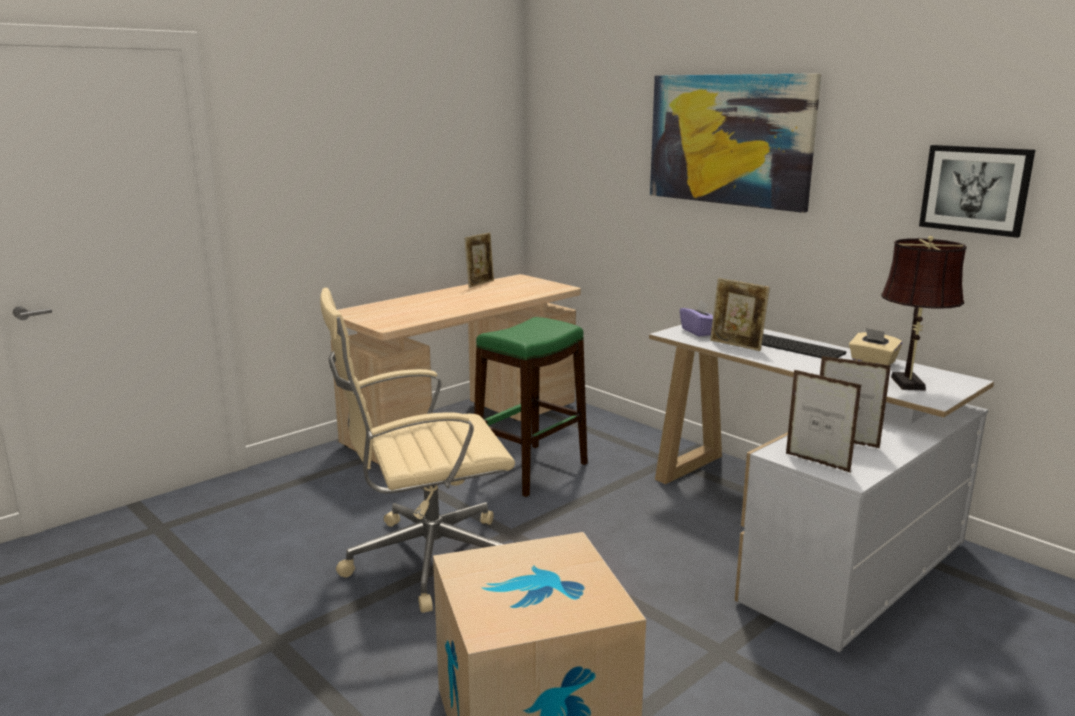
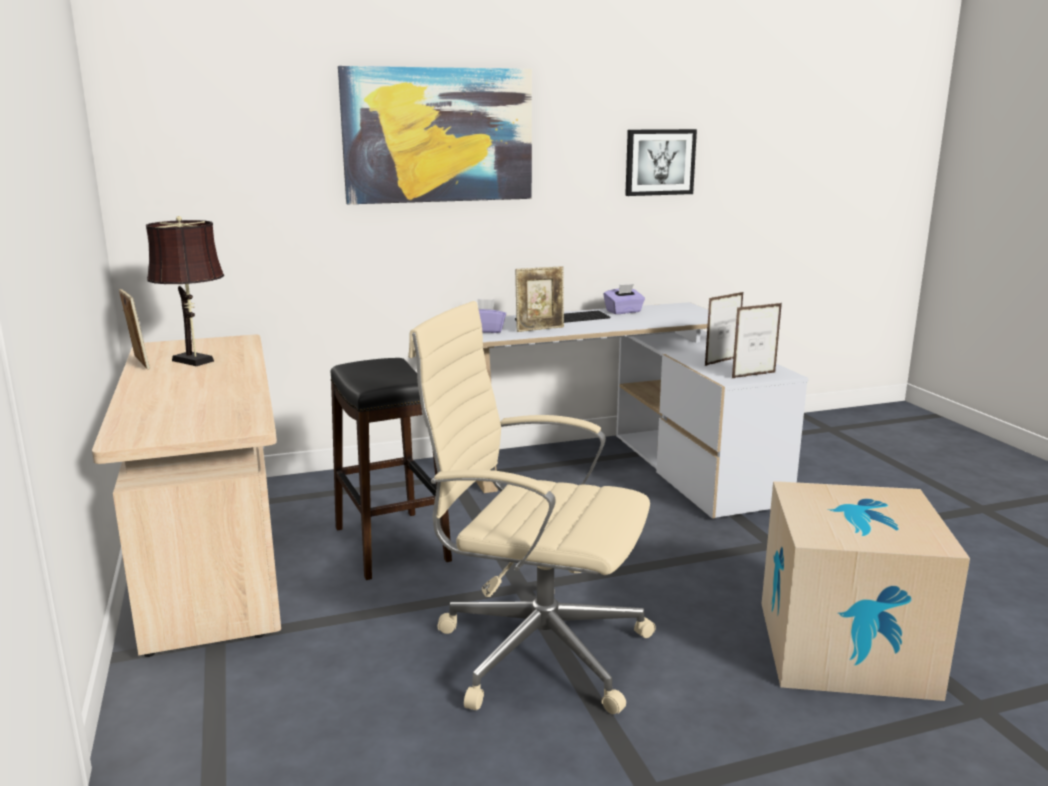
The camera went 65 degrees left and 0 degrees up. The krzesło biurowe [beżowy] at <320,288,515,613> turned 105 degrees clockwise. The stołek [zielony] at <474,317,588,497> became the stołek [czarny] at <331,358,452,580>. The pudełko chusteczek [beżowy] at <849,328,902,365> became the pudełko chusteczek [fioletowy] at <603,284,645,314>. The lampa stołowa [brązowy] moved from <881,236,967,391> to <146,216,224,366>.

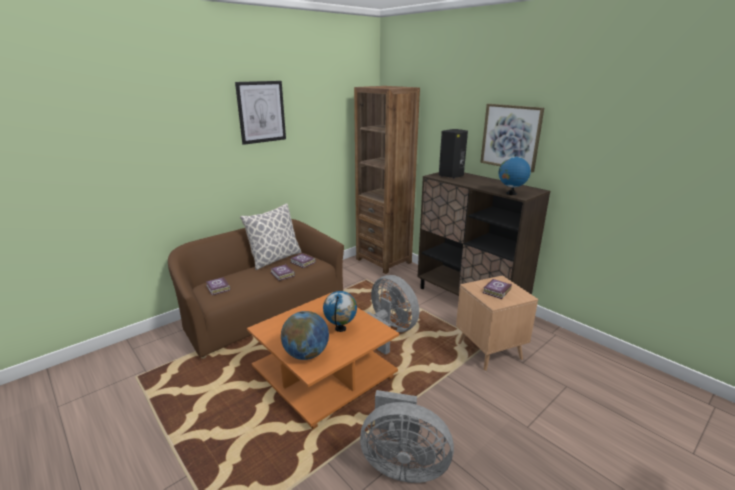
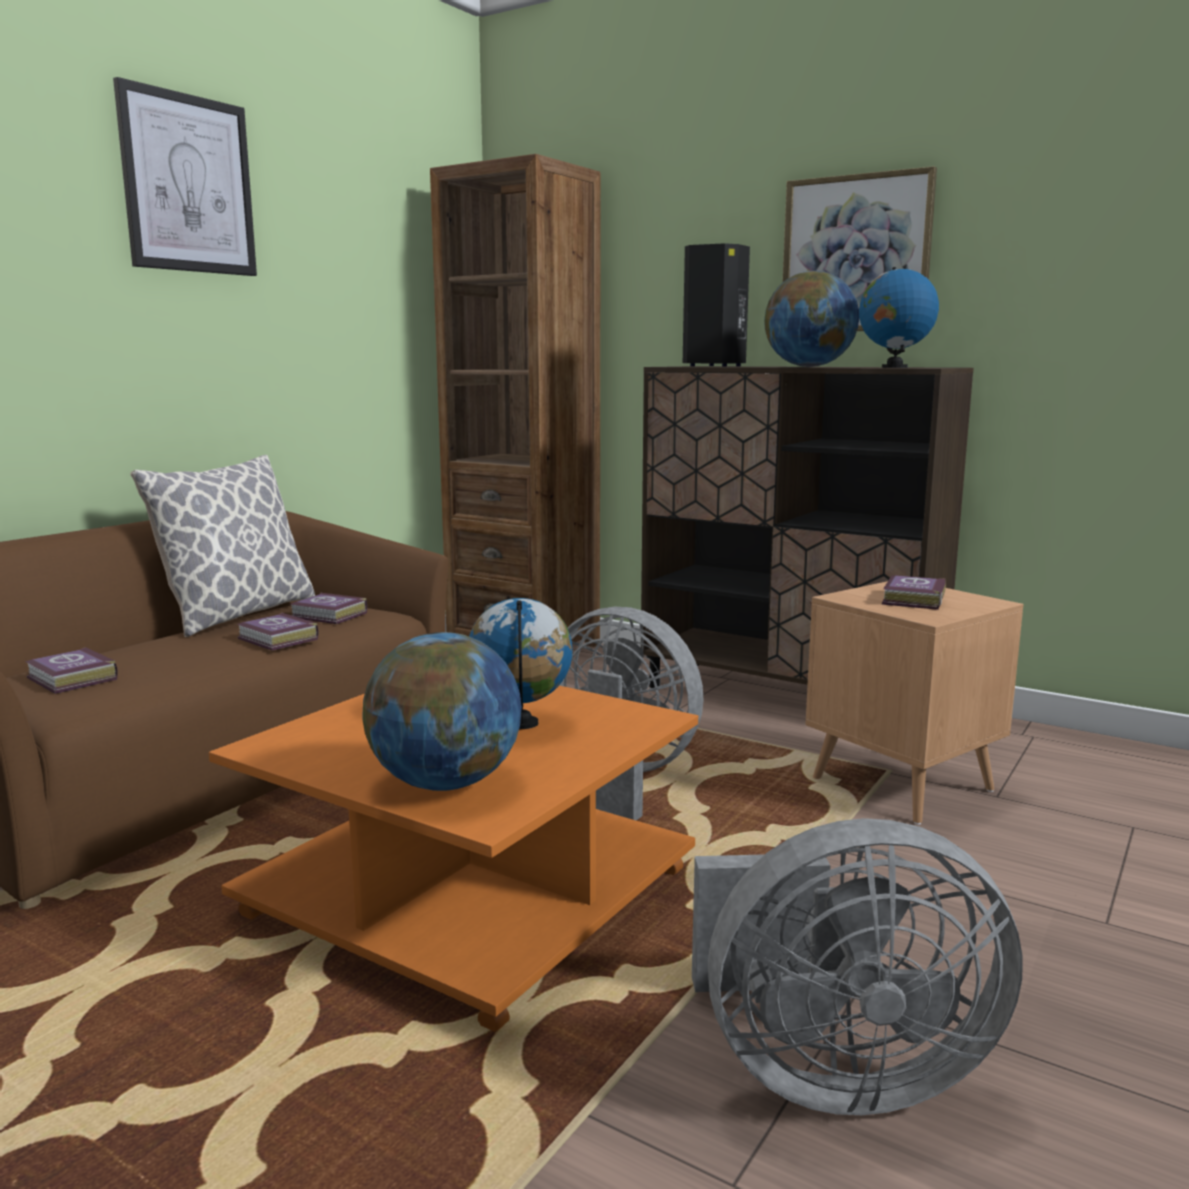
The camera went 15 degrees left and 10 degrees down. The globus at <764,271,859,367> appeared.

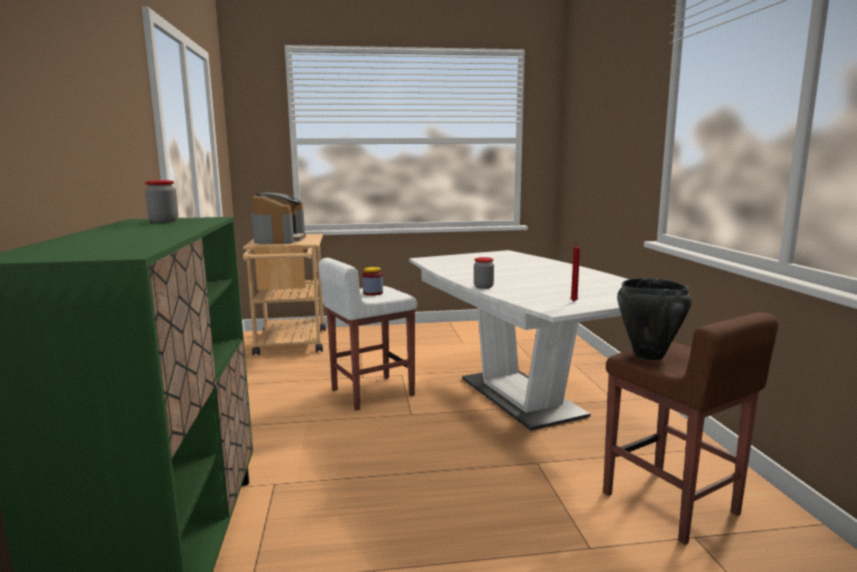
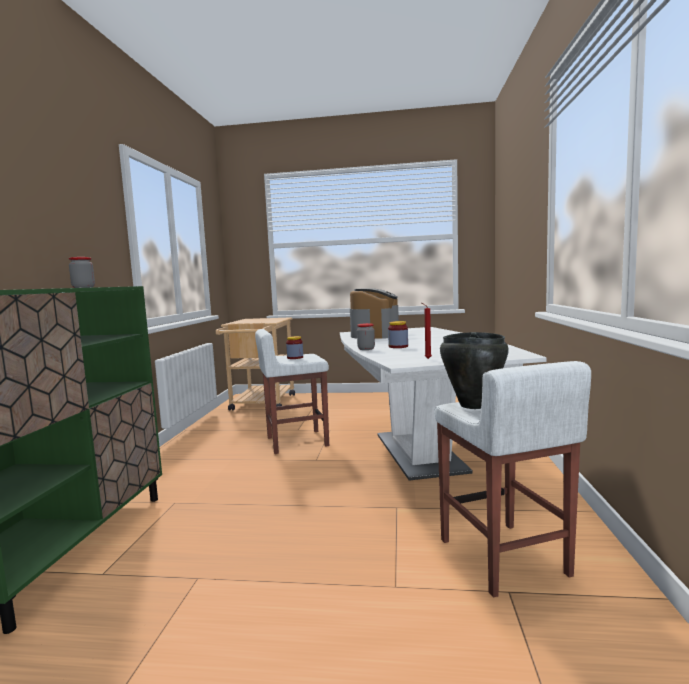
The camera went 15 degrees right and 5 degrees down. The ekspres do kawy moved from <251,193,306,244> to <350,288,399,339>. The stołek [brązowy] at <603,312,778,545> became the stołek [biały] at <434,361,591,598>. The słoik at <388,321,408,348> appeared.

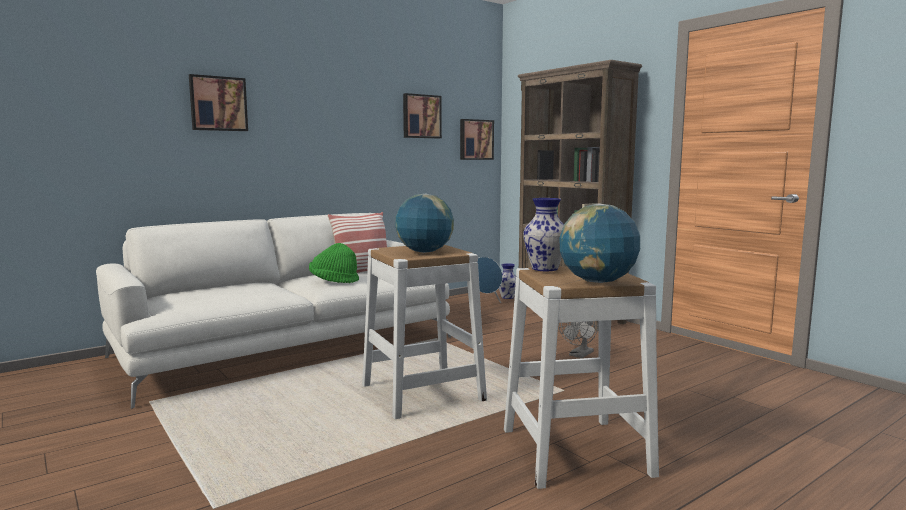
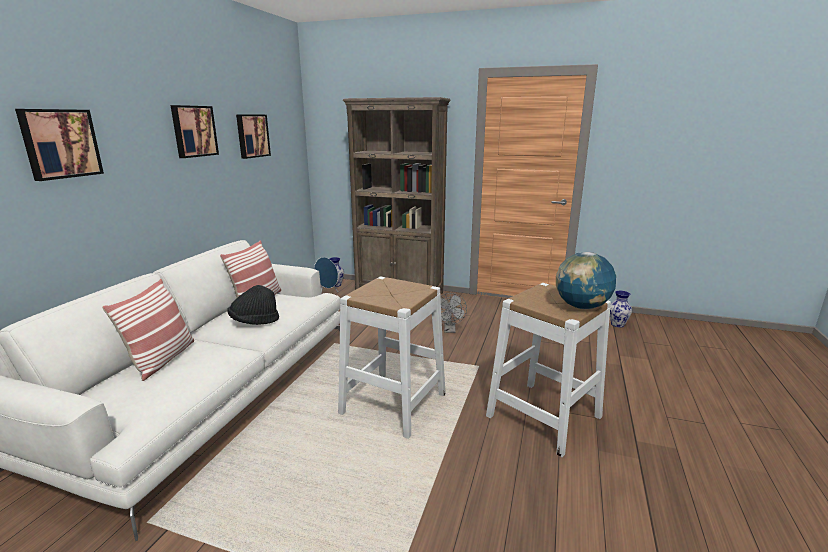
The camera went 35 degrees left and 10 degrees up. The kapelusz [zielony] at <309,243,359,283> became the kapelusz [czarny] at <227,285,279,325>. The globus at <395,193,454,253> disappeared. The obraz moved from <460,119,494,160> to <170,105,219,158>. The wazon moved from <523,198,564,271> to <610,291,632,328>. The poduszka at <102,279,194,381> appeared.

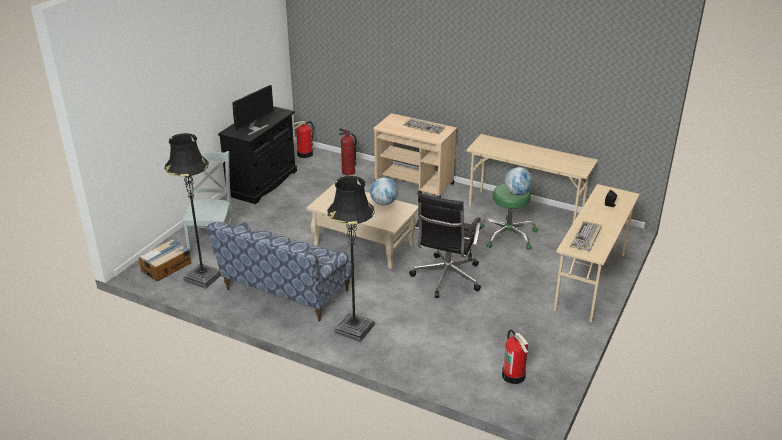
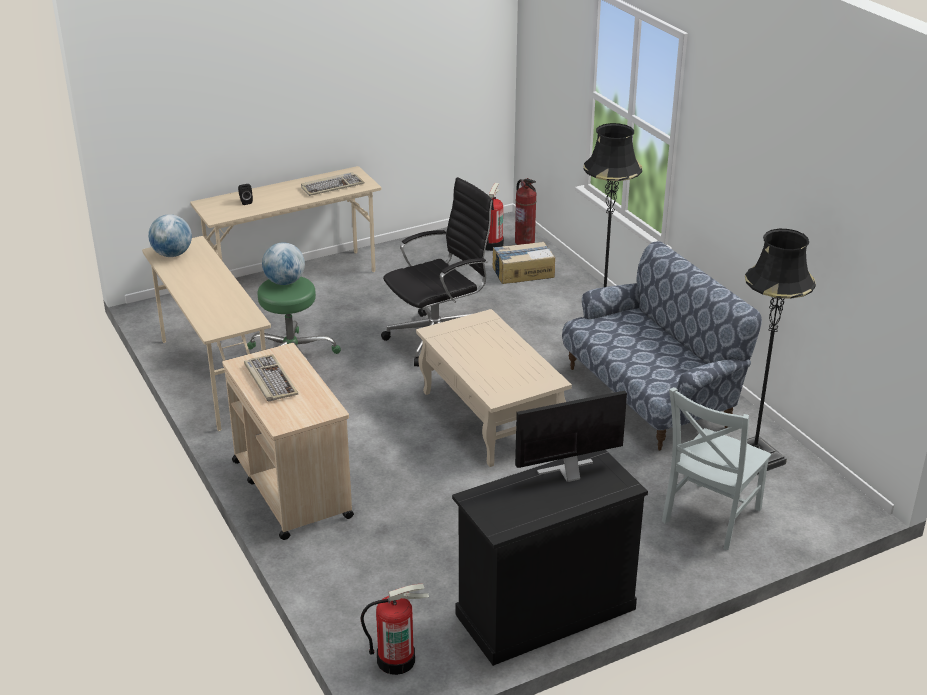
The camera went 145 degrees left and 0 degrees up. The karton moved from <139,239,191,281> to <493,242,555,284>. The gaśnica moved from <339,128,357,175> to <515,178,537,245>. The globus moved from <370,177,398,205> to <148,214,192,257>.

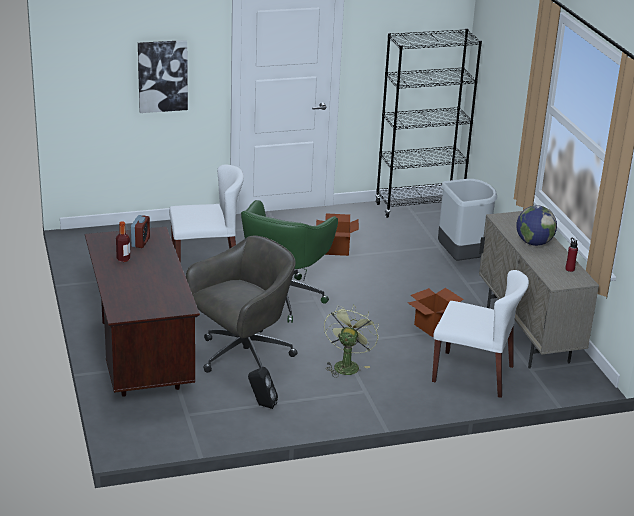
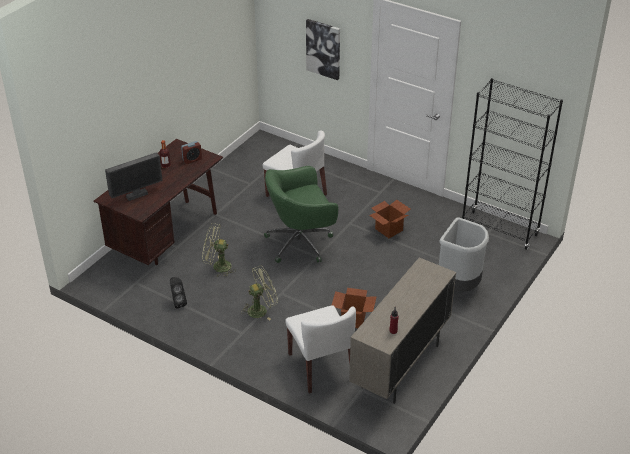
The camera went 50 degrees right and 10 degrees up. The krzesło biurowe [szary] at <186,236,297,373> was replaced by the wentylator [zielony] at <202,223,236,277>. The globus at <516,205,557,246> disappeared. The monitor at <105,152,163,201> appeared.

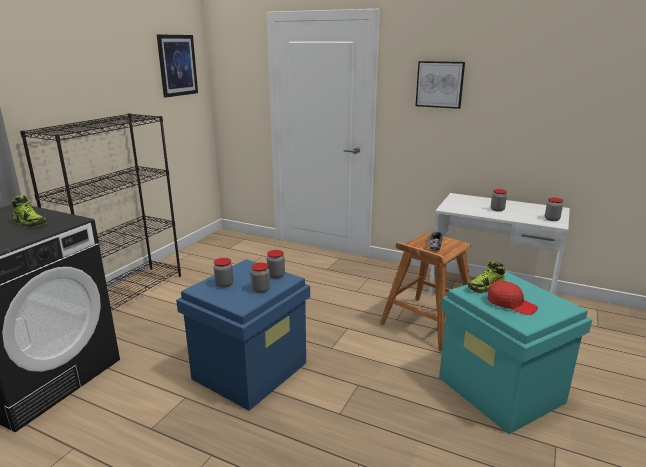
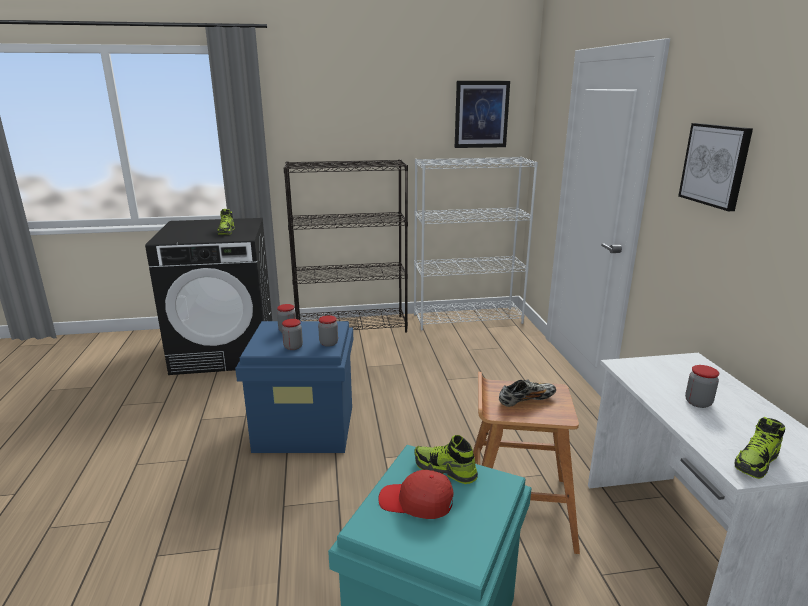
The camera went 55 degrees right and 0 degrees up. The czapka z daszkiem [czerwony] at <487,281,538,315> turned 105 degrees clockwise. The słoik at <545,197,563,221> was replaced by the but at <735,417,785,479>. The regał [biały] at <414,157,538,330> appeared.

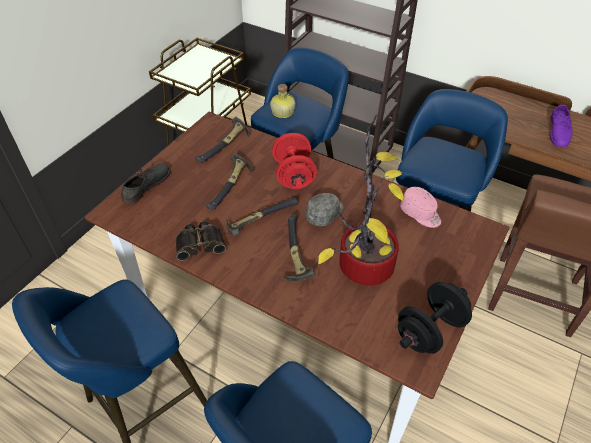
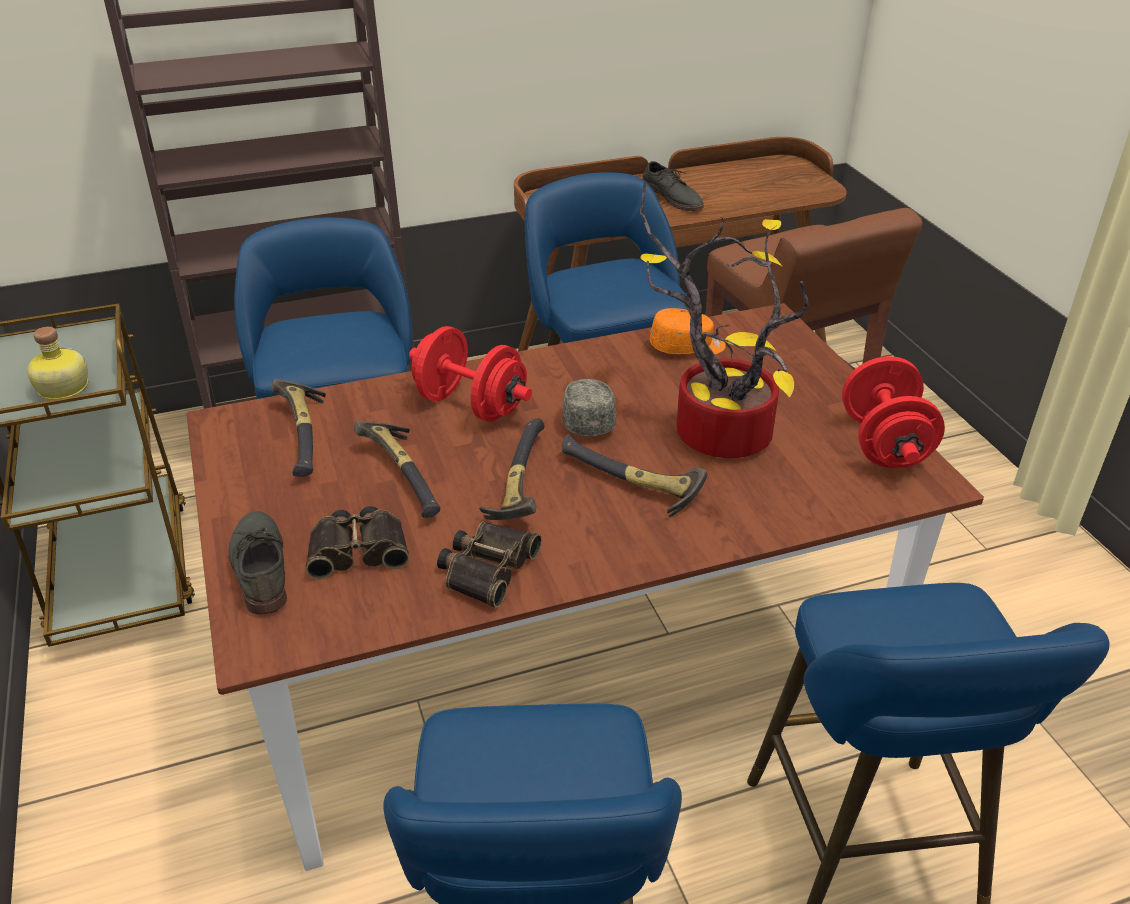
The camera went 50 degrees left and 10 degrees down. The butelka moved from <270,84,295,118> to <27,327,88,400>. The hantel [czarny] at <398,282,472,354> became the hantel [czerwony] at <842,356,945,468>. The czapka z daszkiem [różowy] at <400,187,441,228> became the czapka z daszkiem [pomarańczowy] at <650,308,726,354>. The but [fioletowy] at <550,105,573,148> became the but [szary] at <643,161,704,211>. The lornetka at <306,506,409,579> appeared.

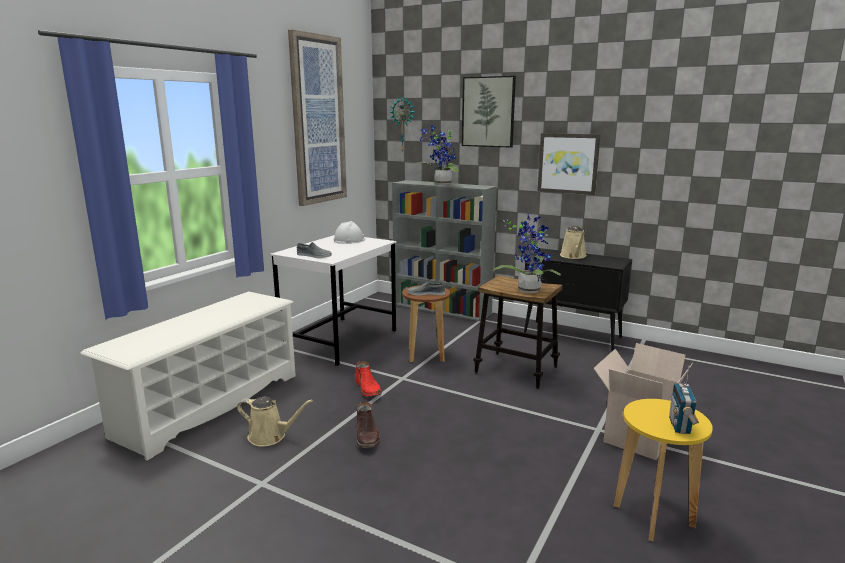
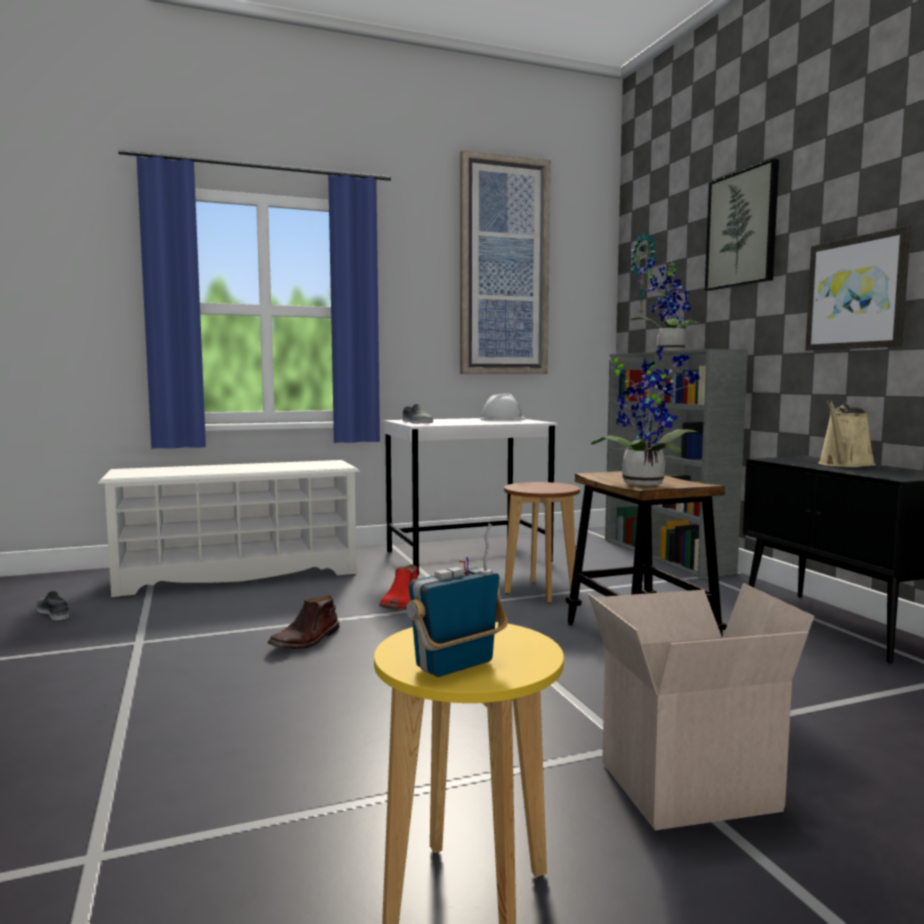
The camera went 40 degrees right and 10 degrees down. The konewka [beżowy] at <237,397,313,447> disappeared. The but [szary] moved from <408,281,445,296> to <36,591,69,620>.

